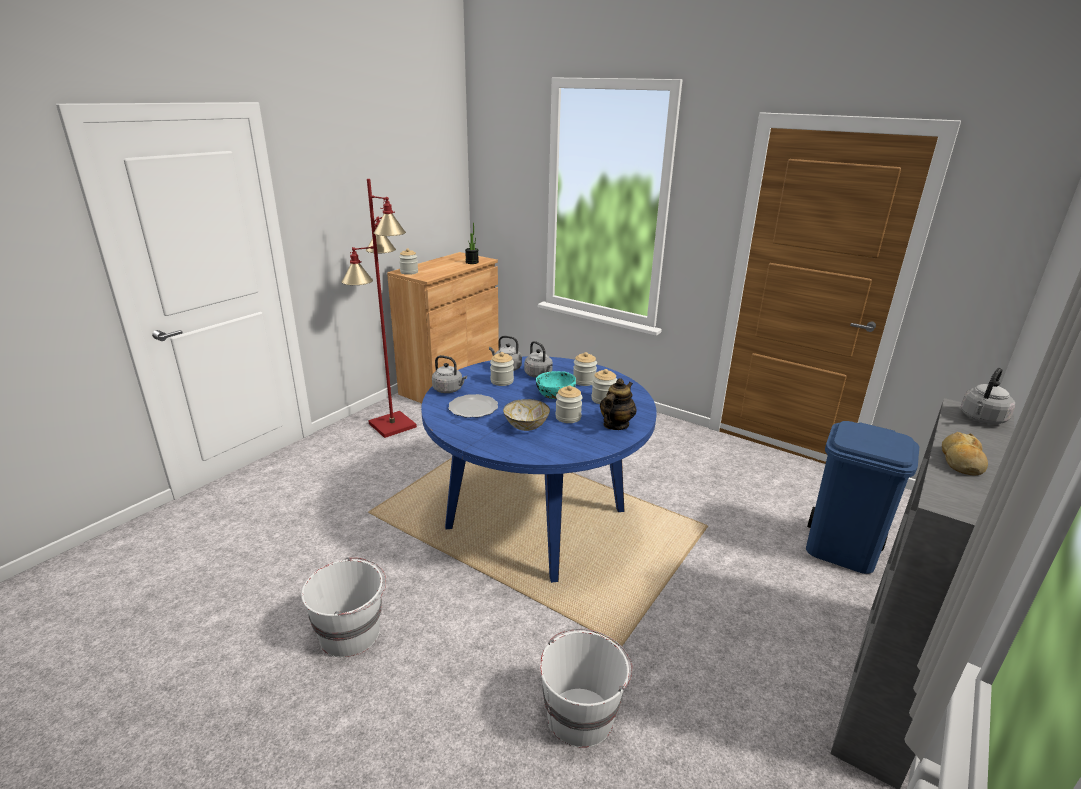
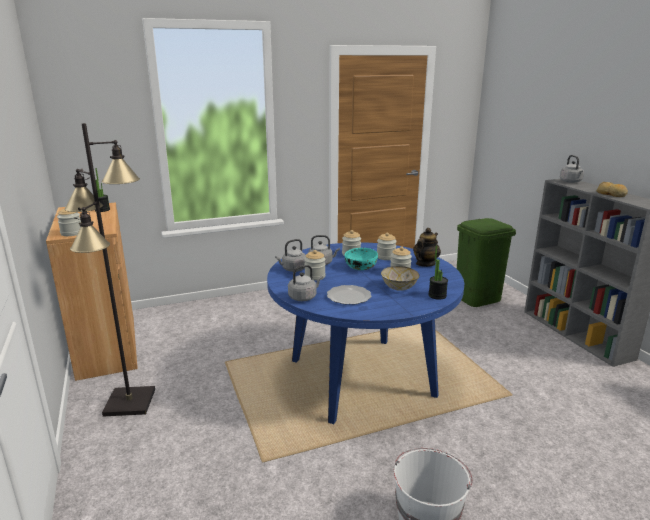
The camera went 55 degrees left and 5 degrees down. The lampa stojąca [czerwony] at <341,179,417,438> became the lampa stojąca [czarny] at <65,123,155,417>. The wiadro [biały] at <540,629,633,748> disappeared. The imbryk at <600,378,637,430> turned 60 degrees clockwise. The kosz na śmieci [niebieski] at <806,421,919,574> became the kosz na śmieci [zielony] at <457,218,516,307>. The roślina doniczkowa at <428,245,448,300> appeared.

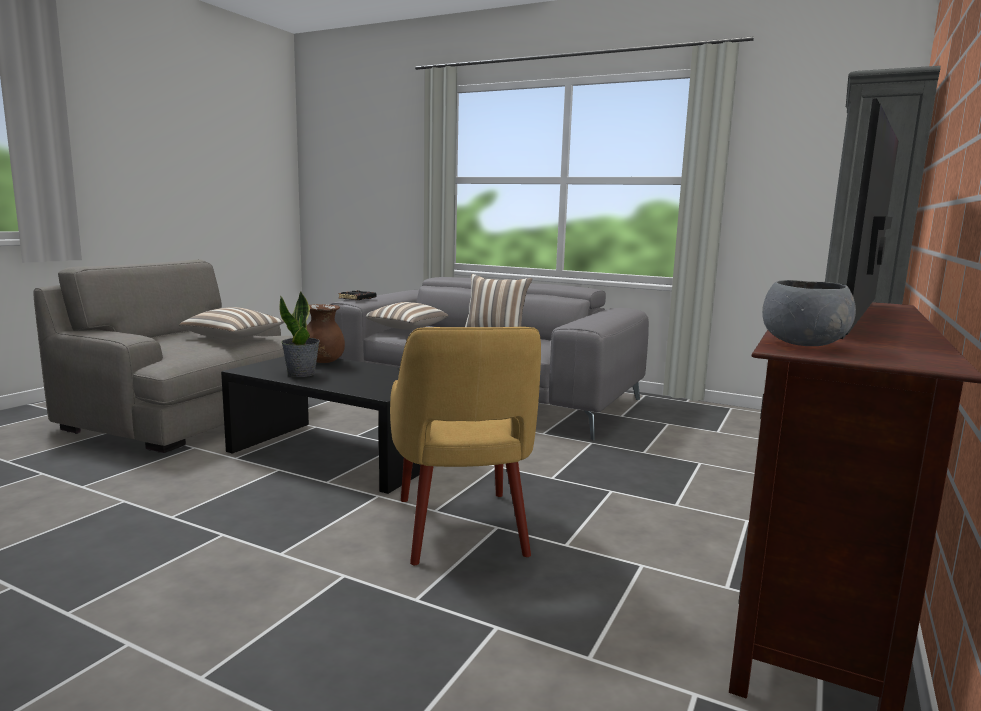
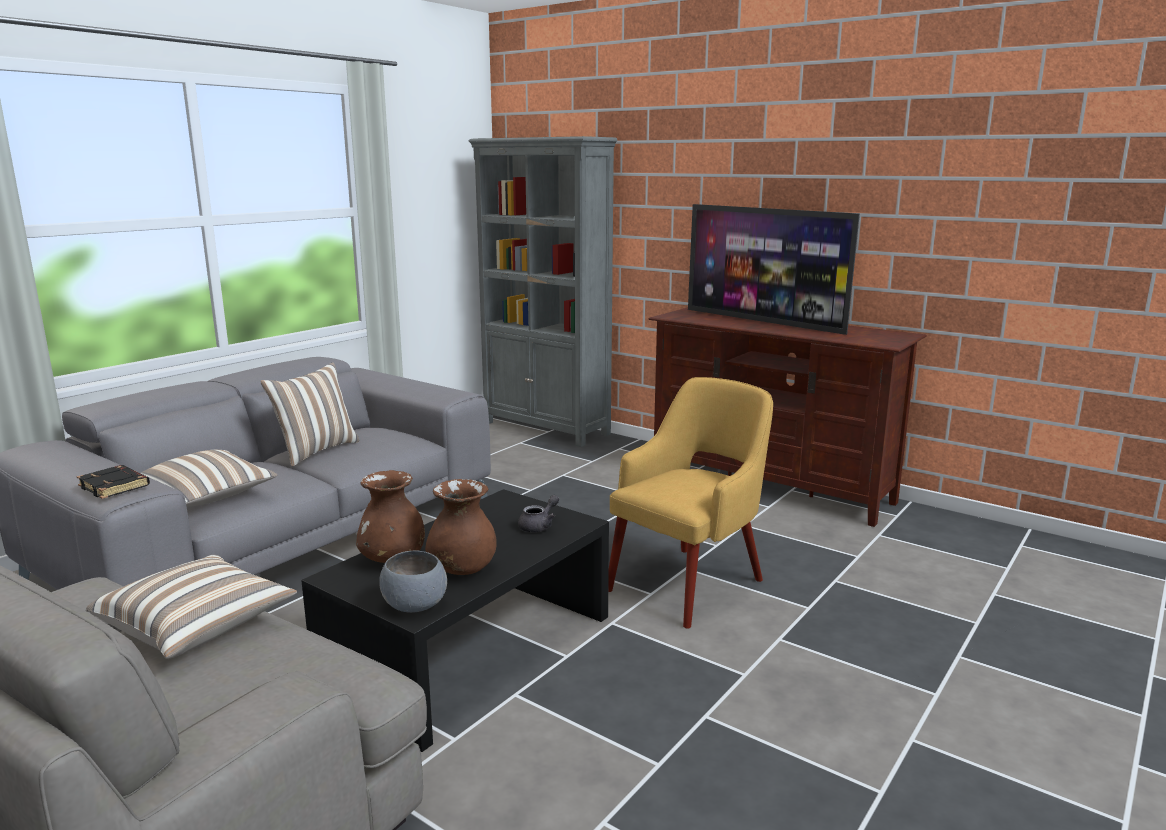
The camera went 80 degrees left and 5 degrees up. The roślina doniczkowa at <280,292,320,377> was replaced by the wazon [brązowy] at <425,479,496,575>. The fotel [żółty] at <390,327,541,565> turned 45 degrees counterclockwise. The miska [szary] moved from <762,280,856,346> to <379,551,447,613>. The imbryk [szary] at <518,495,559,532> appeared.

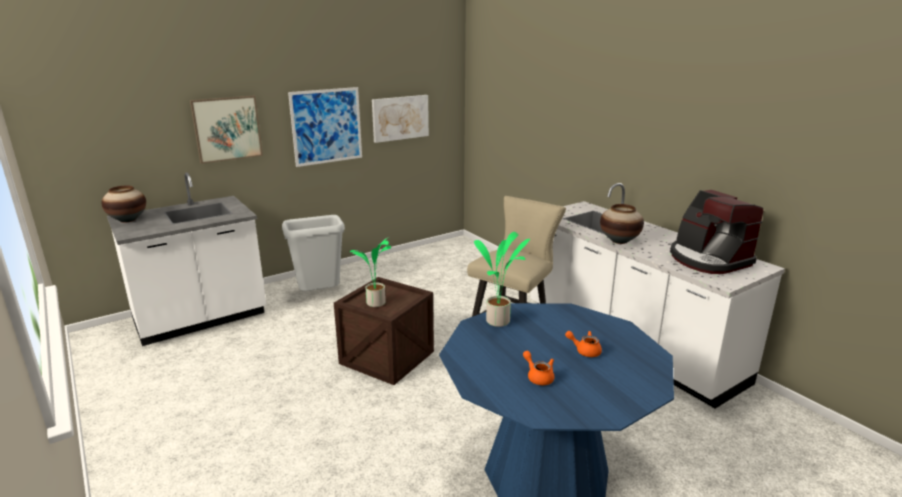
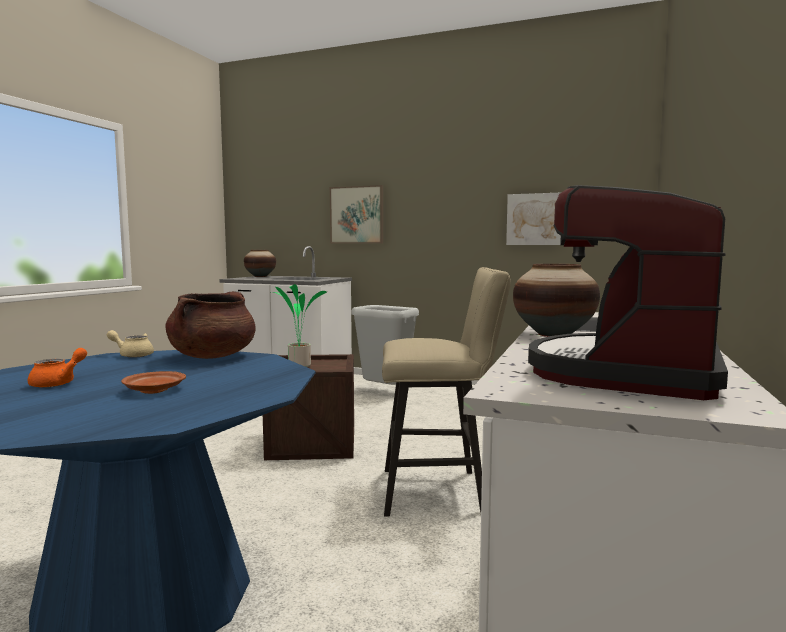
The camera went 55 degrees right and 15 degrees down. The obraz at <288,87,362,167> disappeared. The roślina doniczkowa at <474,232,530,327> was replaced by the garnek [brązowy] at <165,291,256,359>. The imbryk [pomarańczowy] at <565,331,602,357> was replaced by the talerz [brązowy] at <121,371,186,394>. The imbryk [beżowy] at <107,330,154,358> appeared.

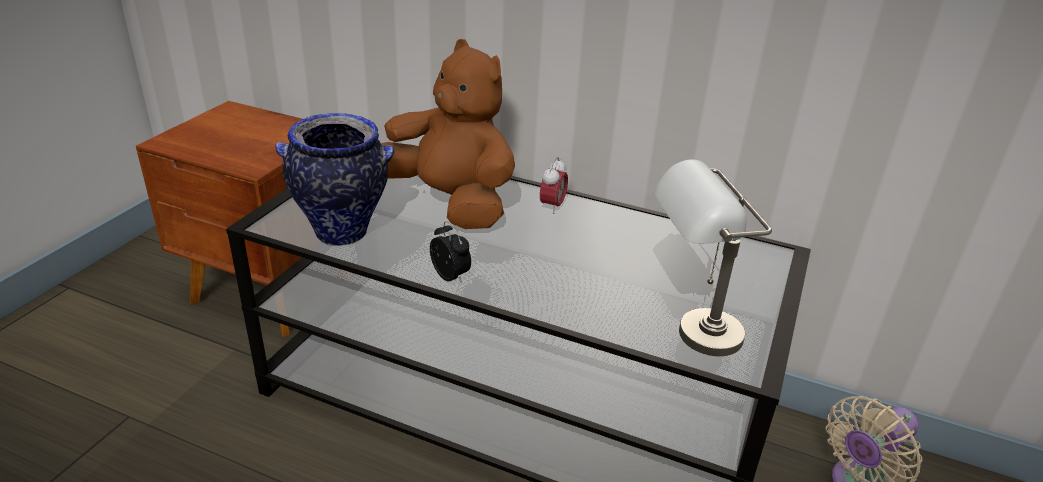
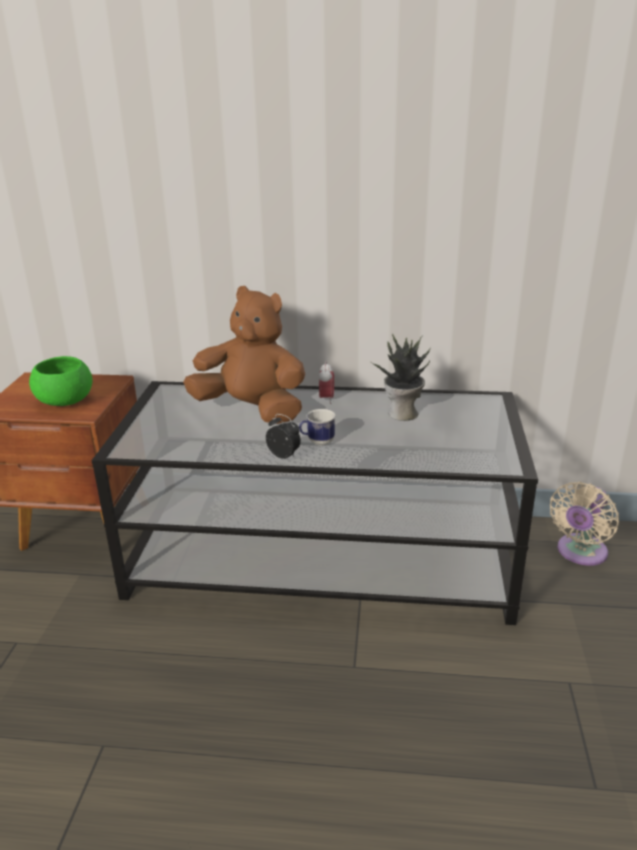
The camera went 15 degrees left and 5 degrees down. The wazon at <275,113,394,246> disappeared. The lampa stołowa [szary] at <654,159,772,356> disappeared. The miska [zielony] at <29,356,92,406> appeared. The kubek at <299,409,336,446> appeared. The roślina doniczkowa at <370,333,430,421> appeared.

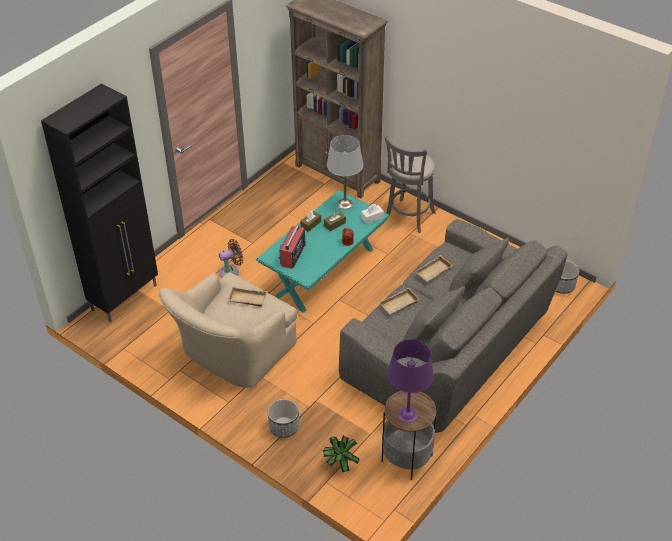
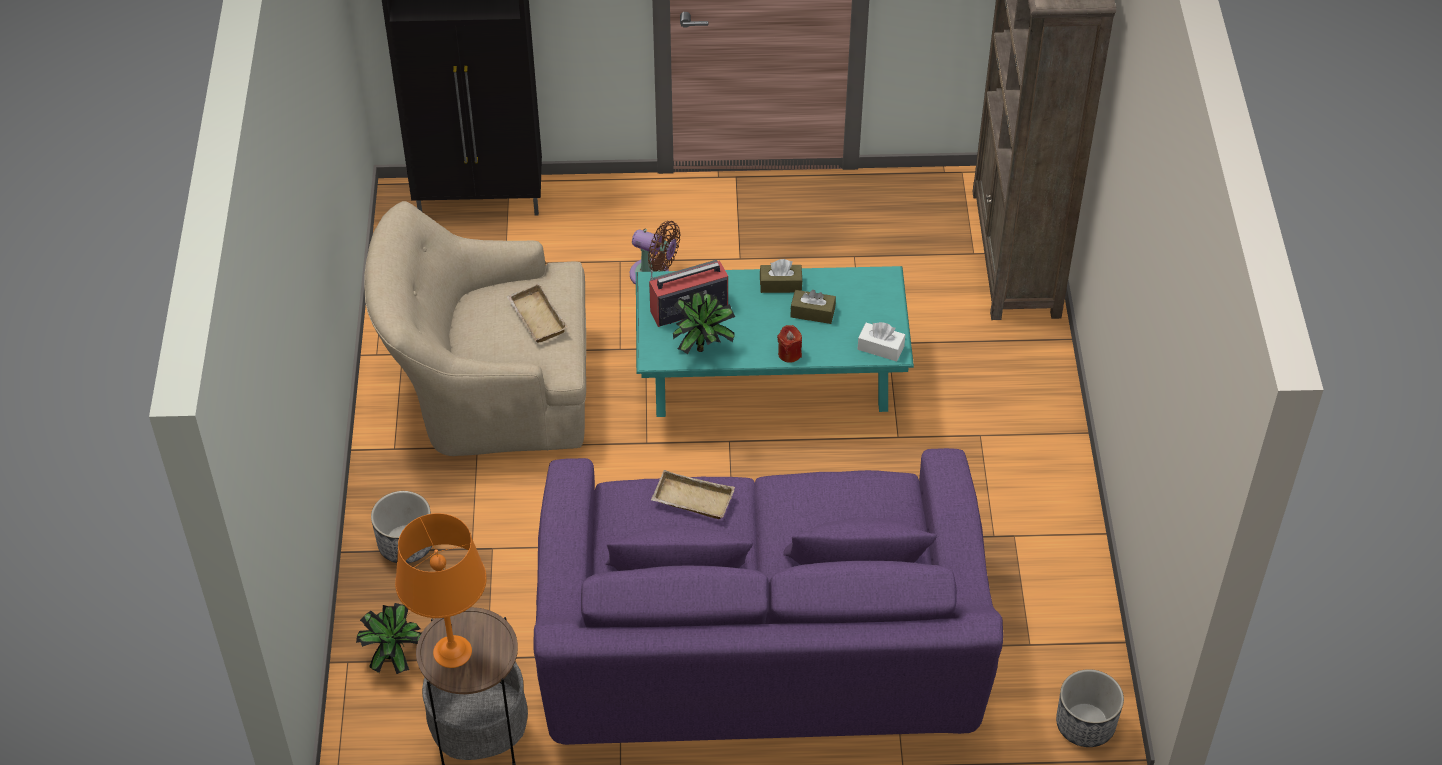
The camera went 50 degrees right and 5 degrees up. The lampa stołowa [szary] at <327,135,363,209> disappeared. The kanapa [szary] at <339,219,568,433> became the kanapa [fioletowy] at <533,448,1003,745>. The stołek [szary] at <385,135,435,233> disappeared. The lampa stołowa [fioletowy] at <387,339,434,423> became the lampa stołowa [pomarańczowy] at <395,513,487,668>. The taca [beżowy] at <414,255,453,282> disappeared. The roślina doniczkowa at <673,291,735,354> appeared.

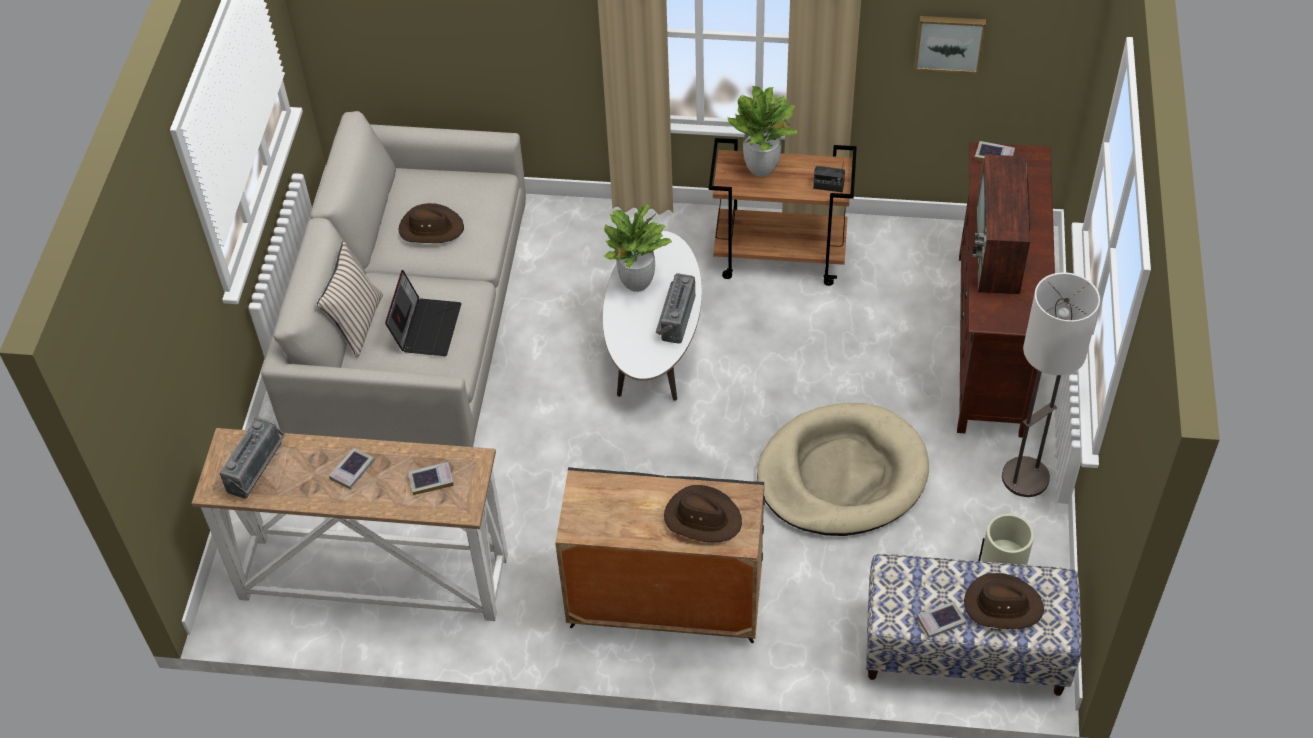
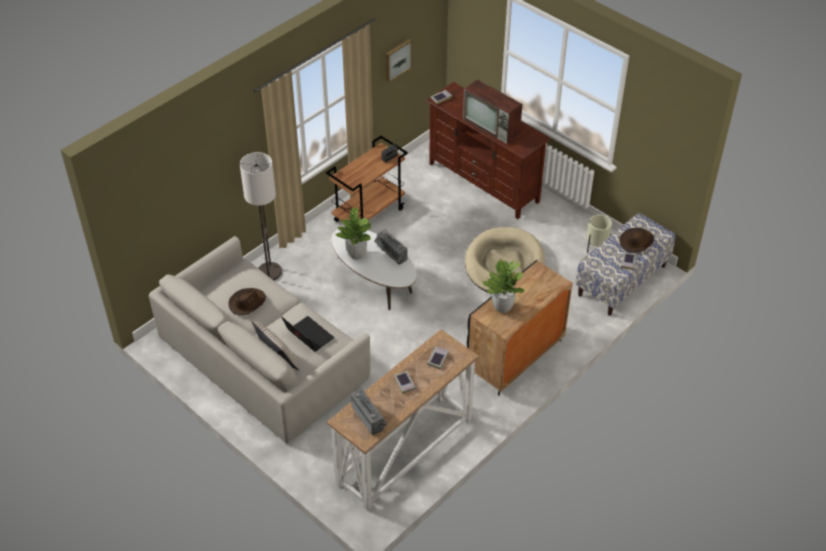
The camera went 55 degrees left and 5 degrees down. The kapelusz [brązowy] at <664,485,742,542> disappeared. The roślina doniczkowa moved from <728,86,797,177> to <482,259,525,313>. The lampa stojąca moved from <1002,272,1100,497> to <240,152,282,280>.

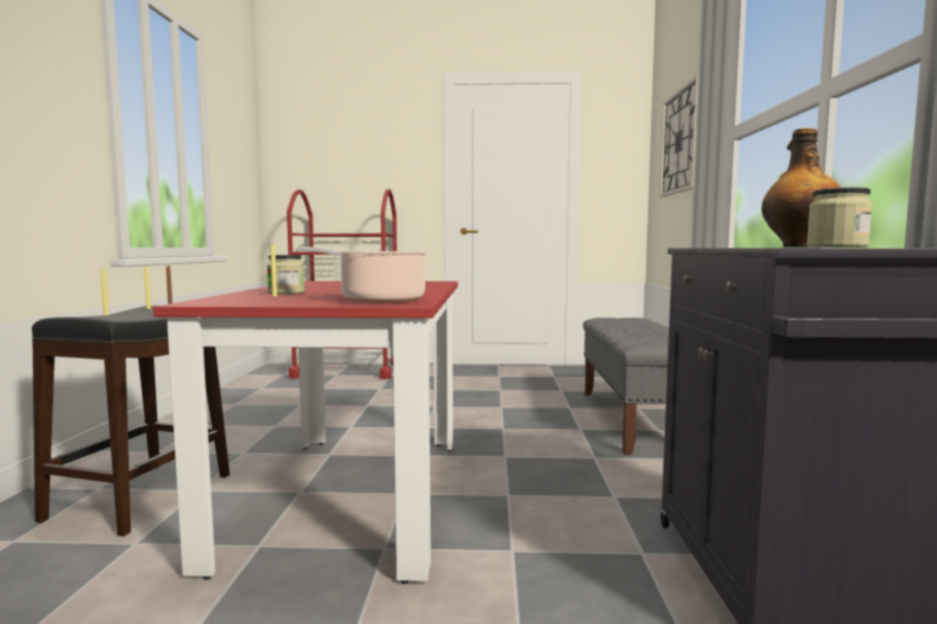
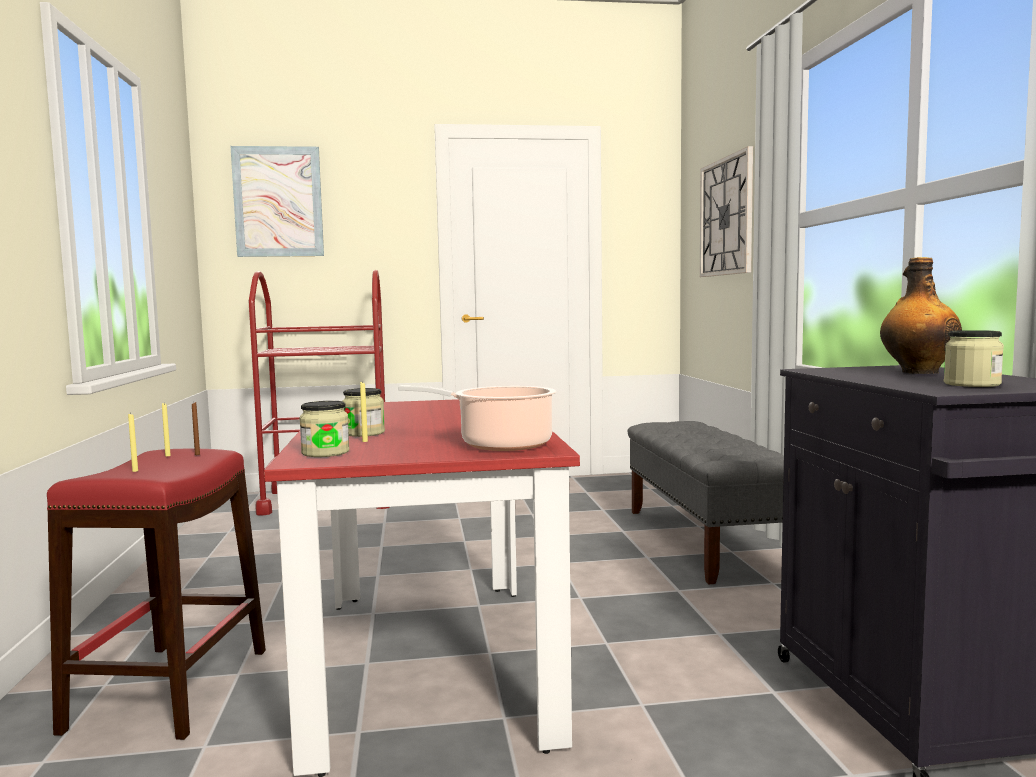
The camera went 10 degrees left and 0 degrees up. The stołek [czarny] at <32,305,230,536> became the stołek [czerwony] at <47,449,266,740>. The obraz at <230,146,324,257> appeared. The słoik at <299,401,350,457> appeared.

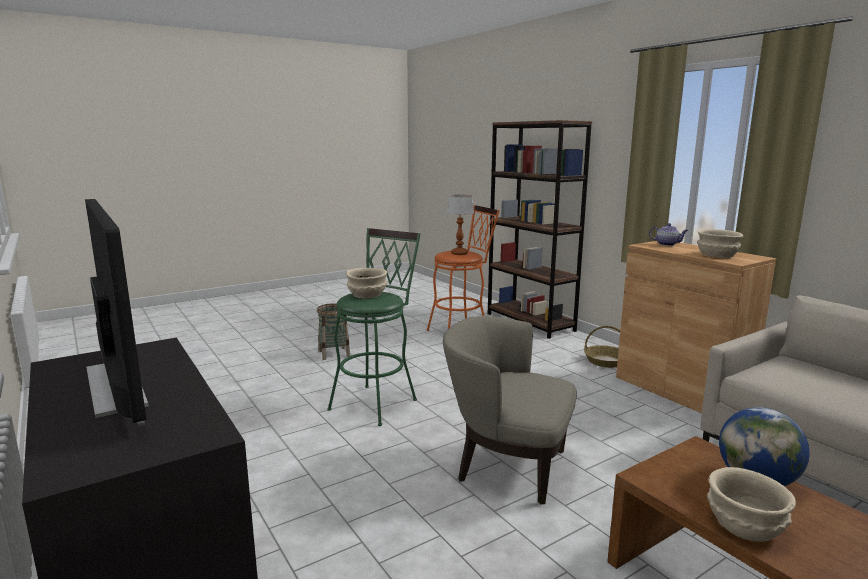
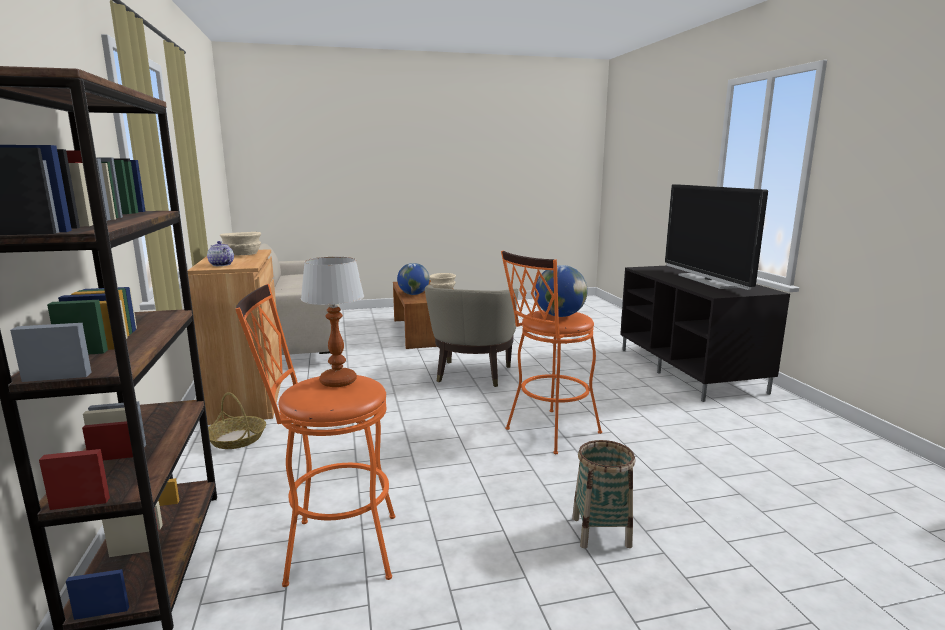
The camera went 160 degrees left and 0 degrees up. The stołek [zielony] at <327,228,421,426> became the stołek [pomarańczowy] at <501,251,602,454>. The miska [beżowy] at <346,268,387,299> was replaced by the globus at <535,265,588,317>. The fotel [beżowy] at <443,316,577,505> turned 60 degrees clockwise.

